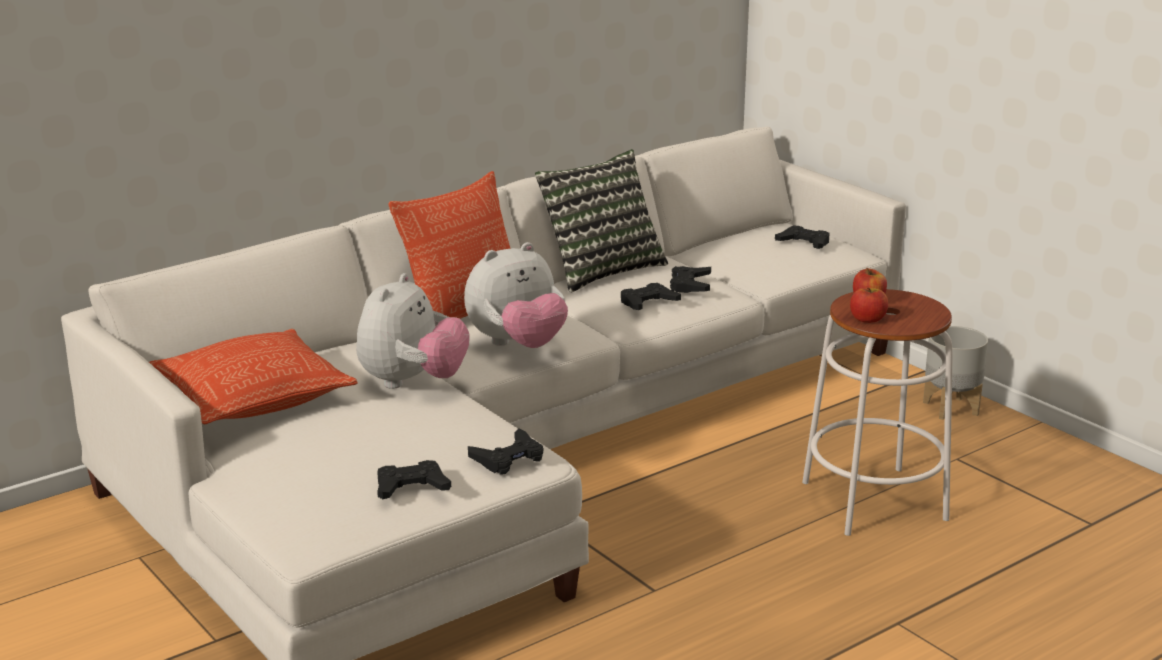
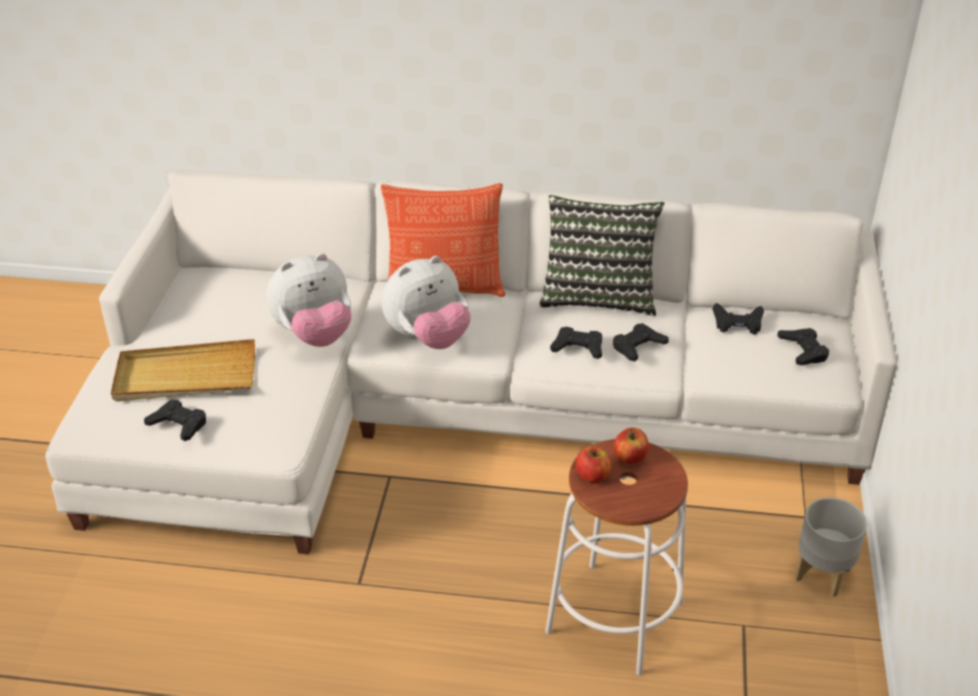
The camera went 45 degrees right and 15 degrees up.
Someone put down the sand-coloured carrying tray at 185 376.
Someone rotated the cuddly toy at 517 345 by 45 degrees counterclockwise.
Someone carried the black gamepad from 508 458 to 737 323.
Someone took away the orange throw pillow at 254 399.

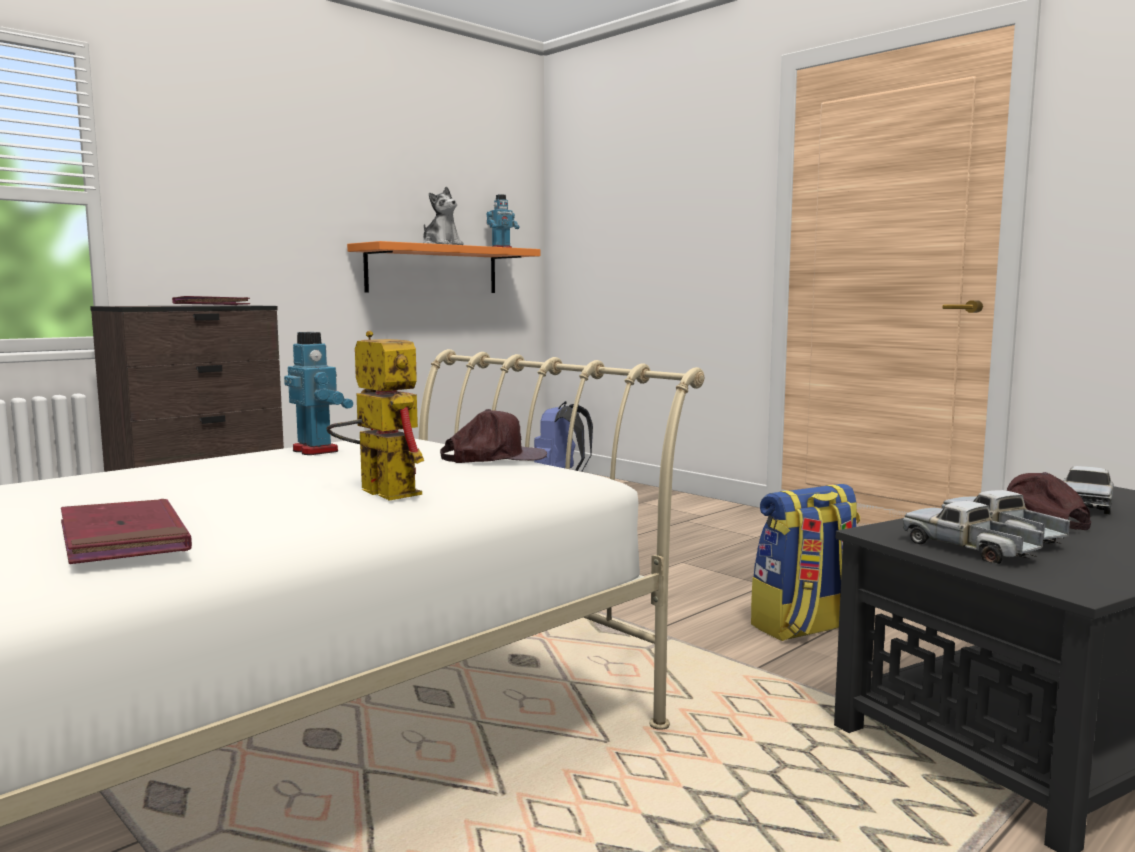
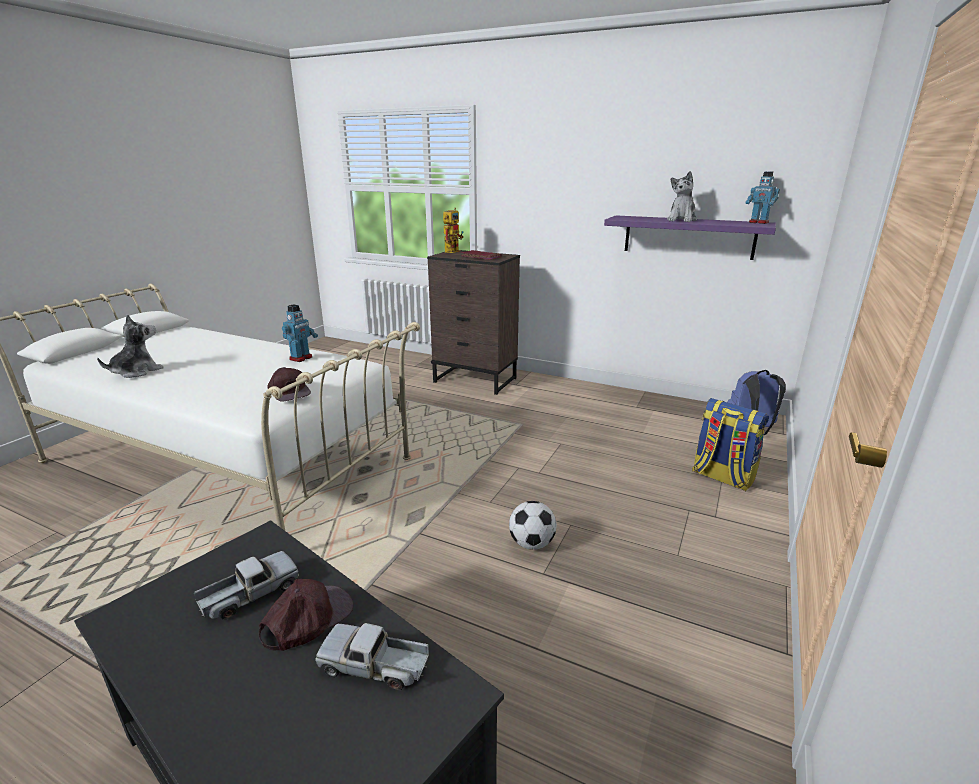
The camera went 70 degrees right and 15 degrees up.
Someone swapped the reddish volume at 124 539 for the cuddly toy at 137 371.
Someone carried the toy robot from 378 491 to 452 251.
Someone put down the football at 532 543.
Someone repainted the orange wall shelf at 432 270, which became the purple-coloured wall shelf at 688 237.
Someone carried the knapsack from 805 627 to 722 477.
Someone took away the toy truck at 969 549.

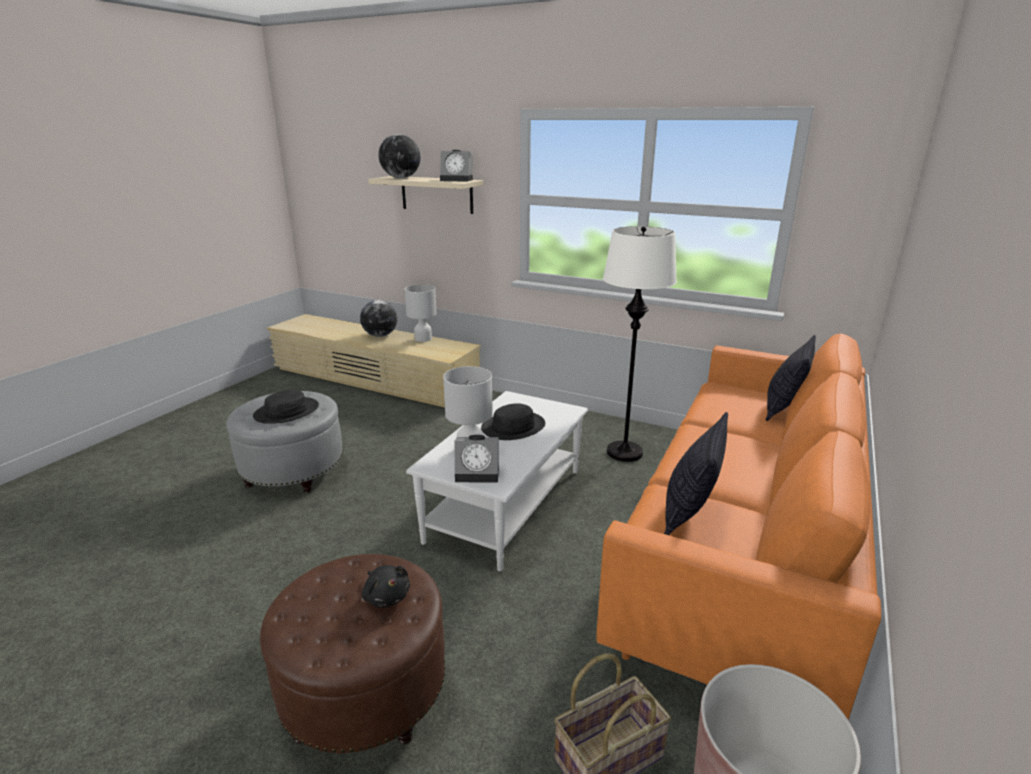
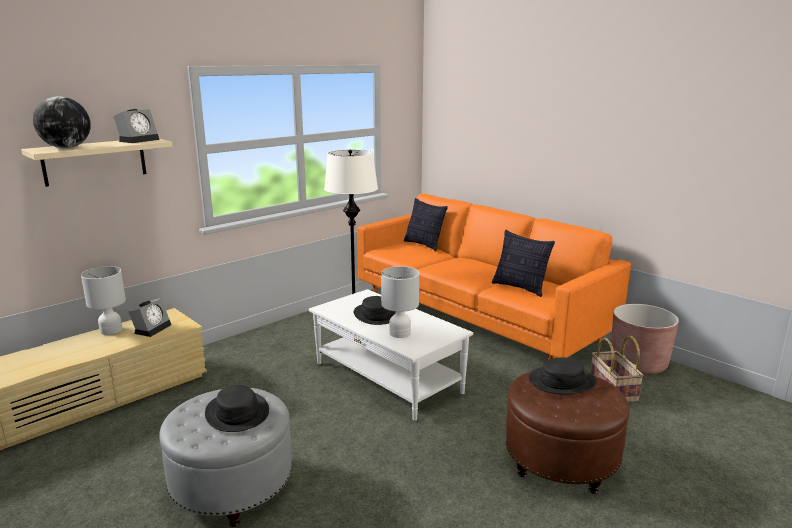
The camera went 70 degrees left and 5 degrees down.
Someone carried the alarm clock from 479 473 to 152 328.
Someone swapped the black cuddly toy at 386 596 for the black wearable hat at 561 381.
Someone took away the desk globe at 380 335.

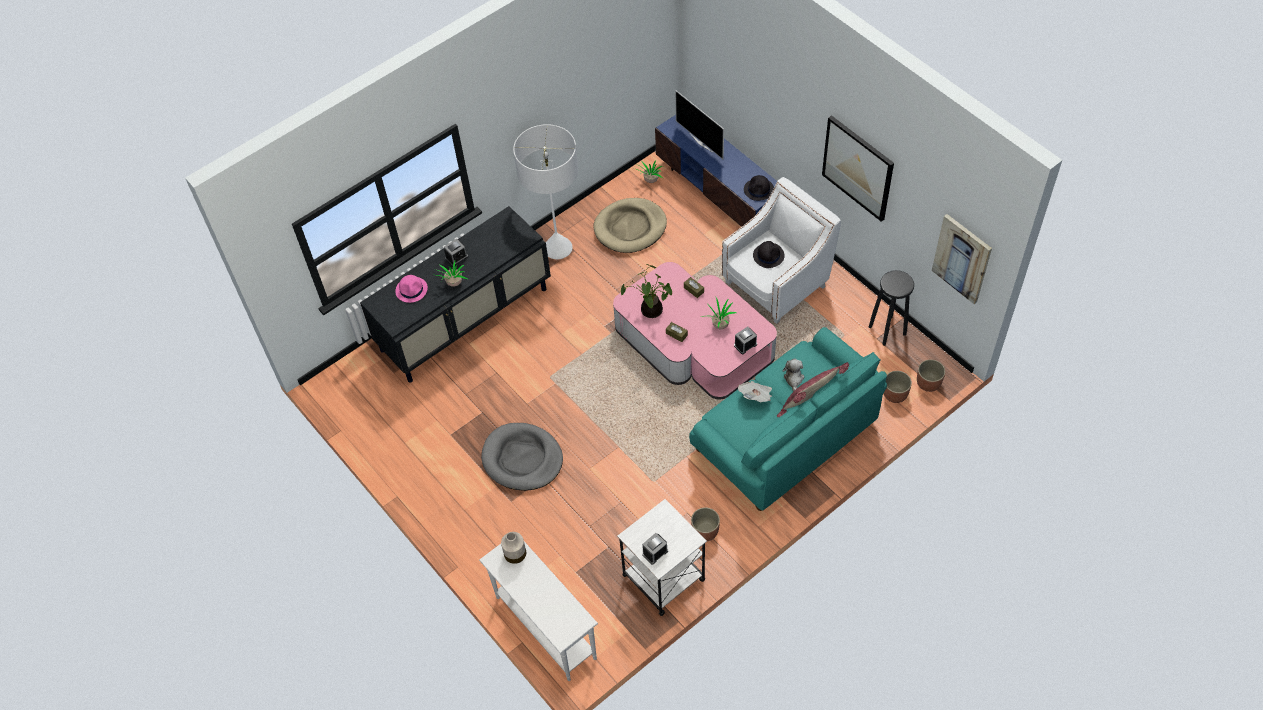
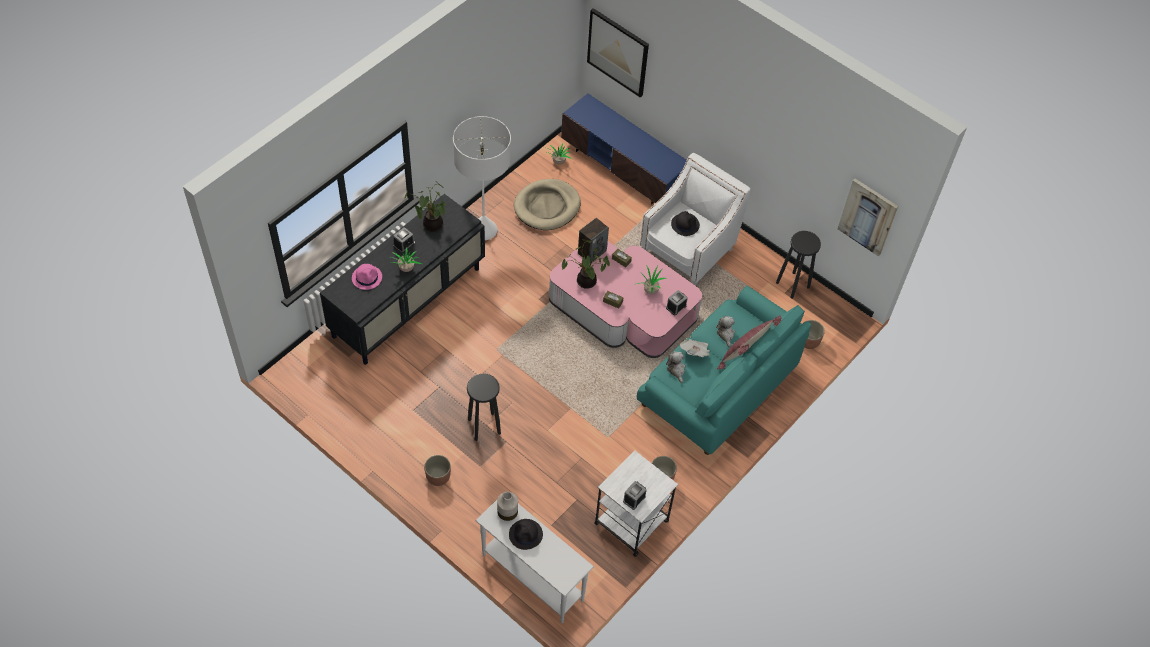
The camera went 15 degrees left and 0 degrees up.
Someone put down the potted plant at 431 225.
Someone carried the planter from 928 383 to 438 477.
Someone swapped the grey dog bed at 522 459 for the black sitting stool at 484 427.
Someone carried the black wearable hat from 759 190 to 526 534.
Someone put down the speaker at 592 252.
Someone carried the wall picture from 858 167 to 618 52.
Someone put down the cuddly toy at 676 369.
Someone took away the TV set at 701 142.

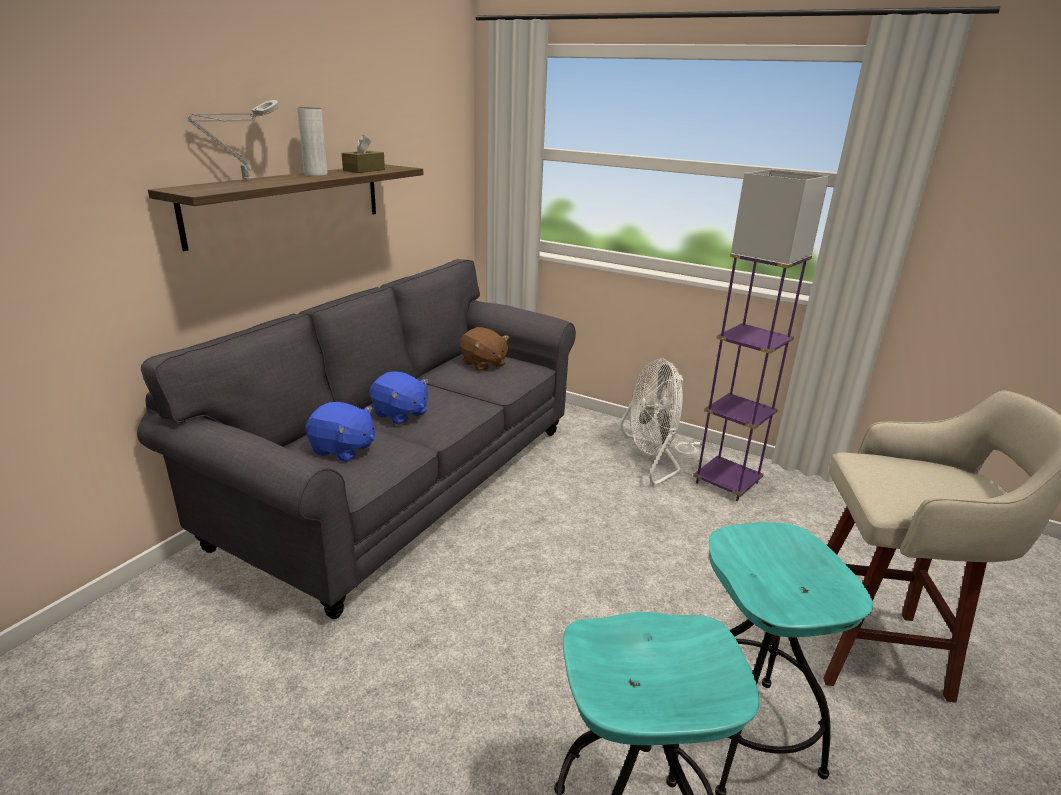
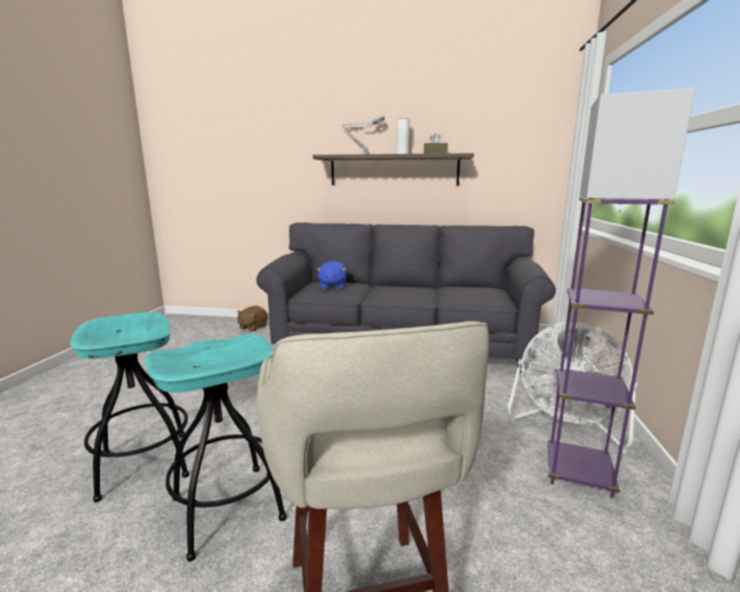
The camera went 70 degrees right and 10 degrees down.
Someone carried the brown-coloured cuddly toy from 483 364 to 252 327.
Someone rotated the whitish cooling fan at 656 458 by 120 degrees counterclockwise.
Someone took away the blue-coloured cuddly toy at 400 414.

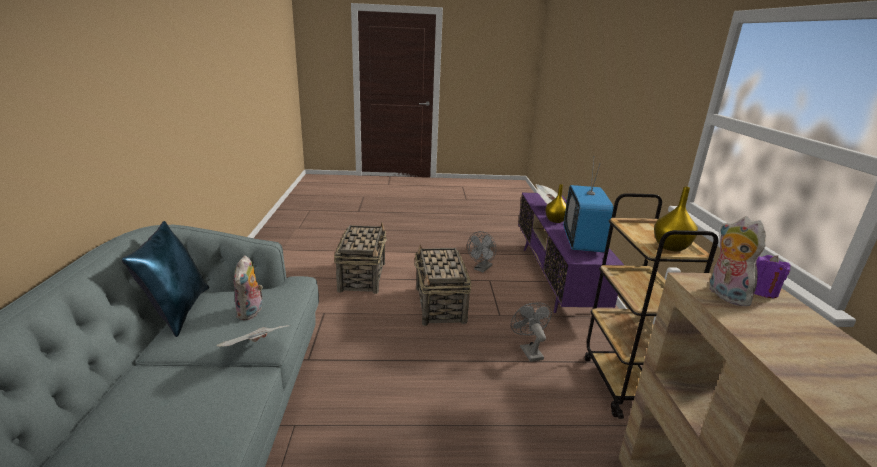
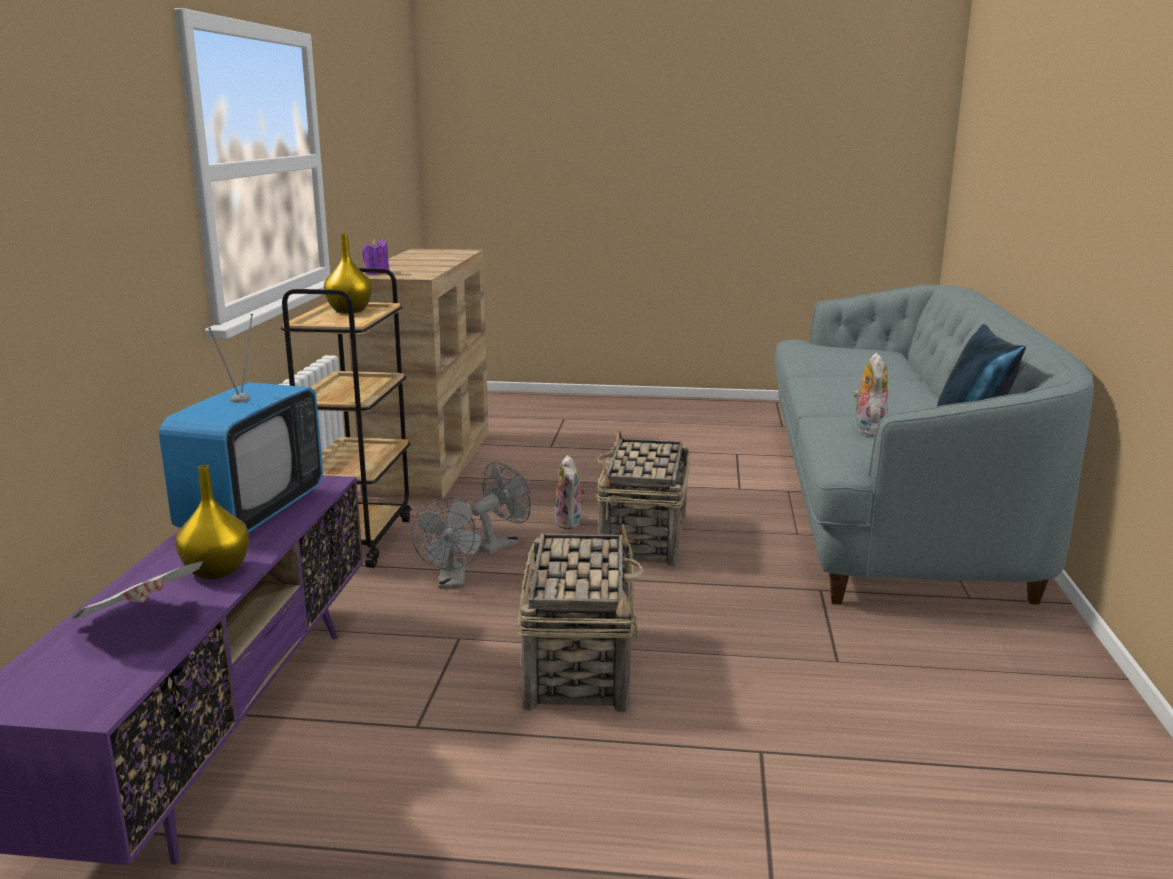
The camera went 170 degrees left and 5 degrees down.
Someone carried the grey cooling fan from 481 269 to 501 544.
Someone carried the cuddly toy from 724 295 to 570 523.
Someone carried the household basket from 362 276 to 643 538.
Someone took away the printed paper at 256 350.

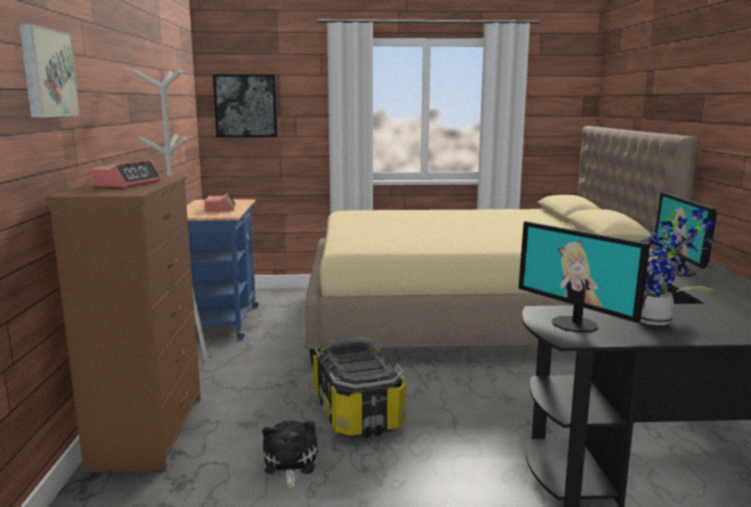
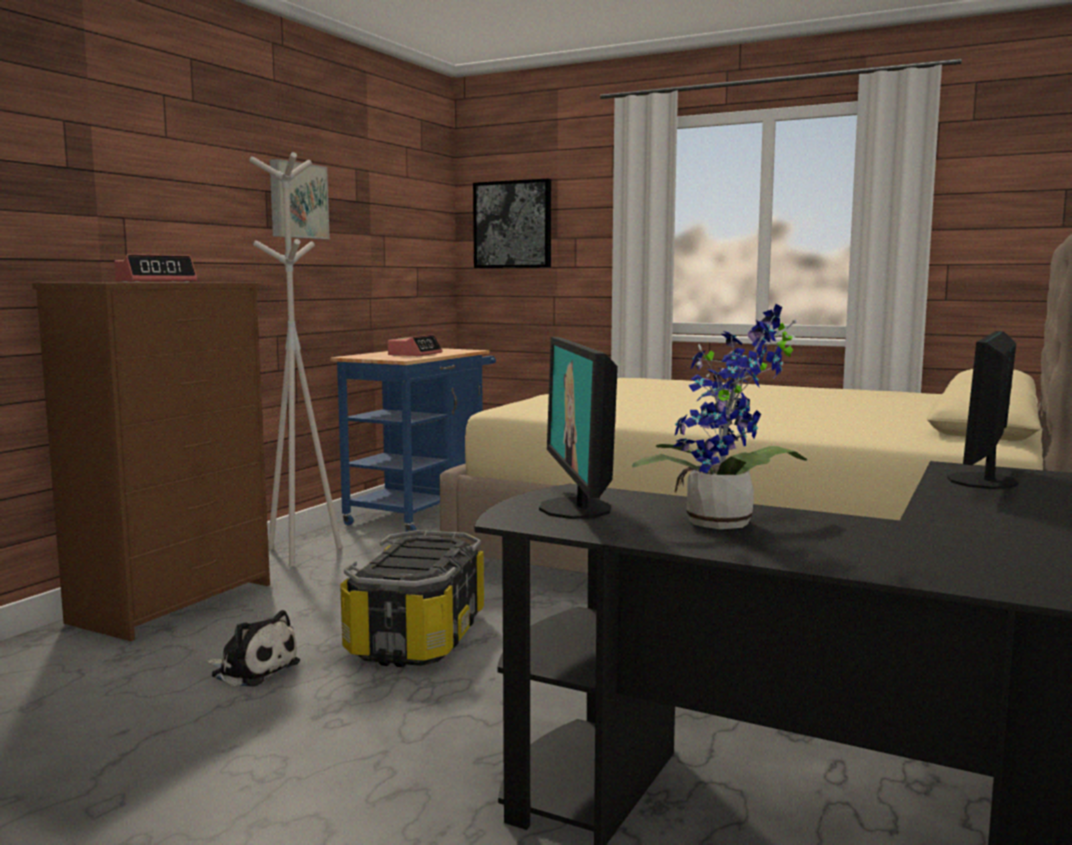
The camera went 30 degrees right and 5 degrees down.
Someone rotated the cuddly toy at 289 464 by 90 degrees clockwise.
Someone carried the wall picture from 46 73 to 297 201.

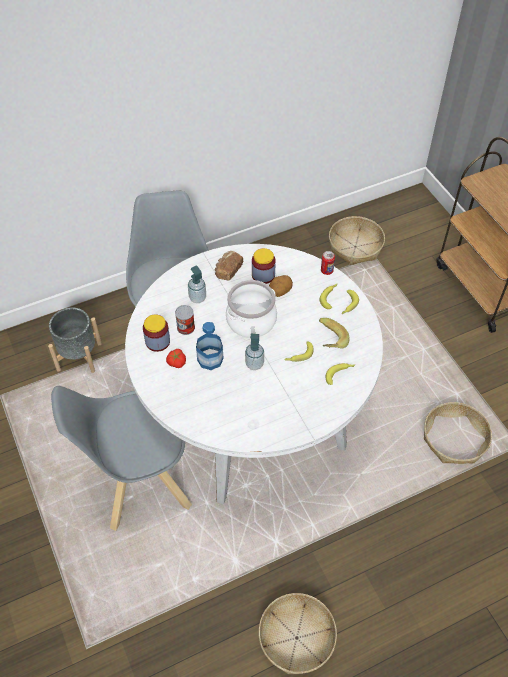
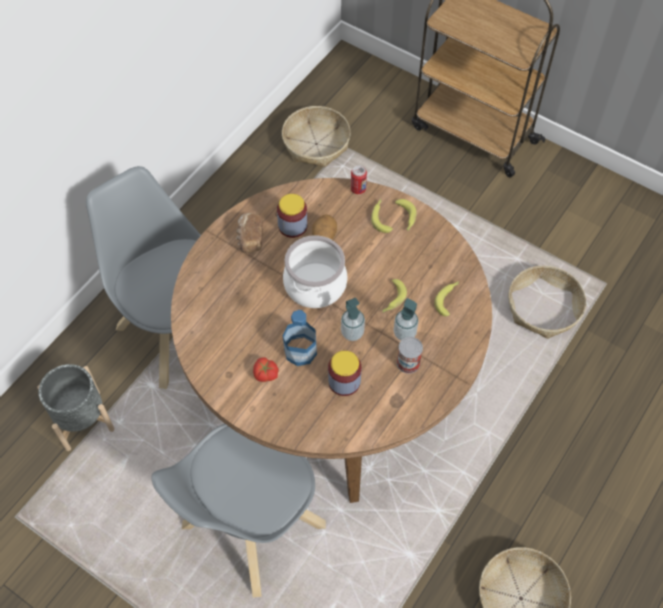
The camera went 30 degrees left and 5 degrees up.
Someone repainted the whitish dining table at 253 420, which became the brown-coloured dining table at 331 392.
Someone carried the storage jar from 157 341 to 344 381.
Someone carried the soap dispenser from 197 298 to 404 333.
Someone carried the metal can from 186 327 to 408 363.
Someone took away the whole banana at 328 341.

